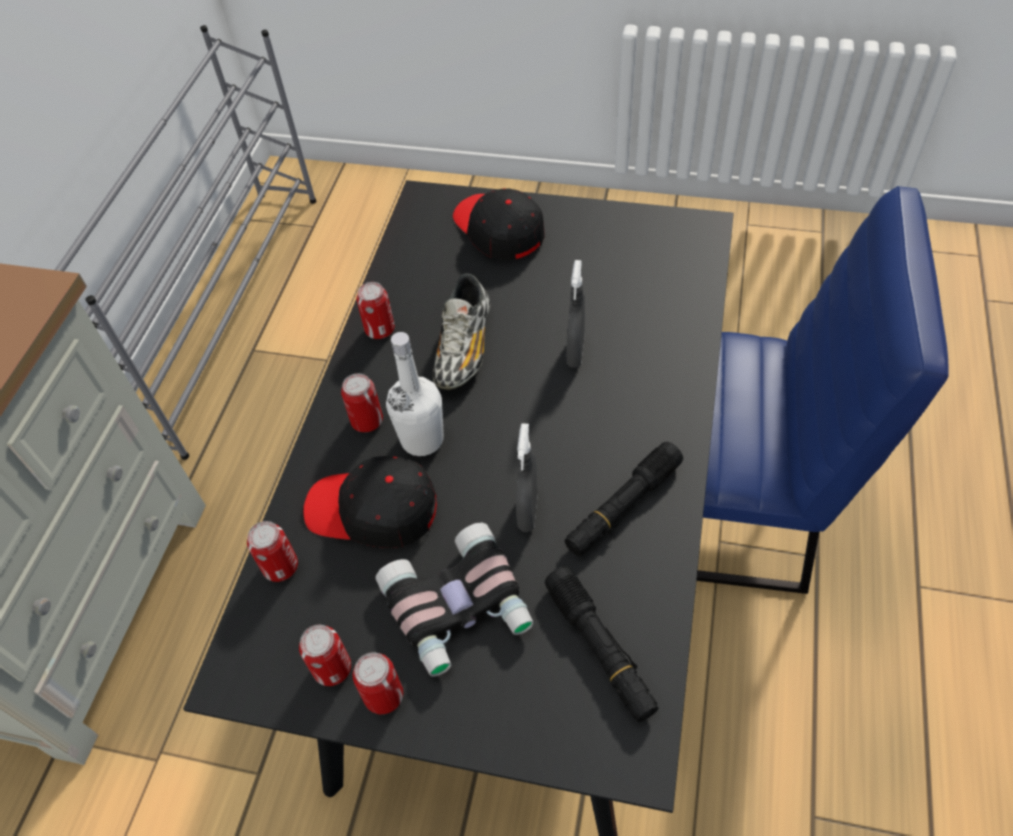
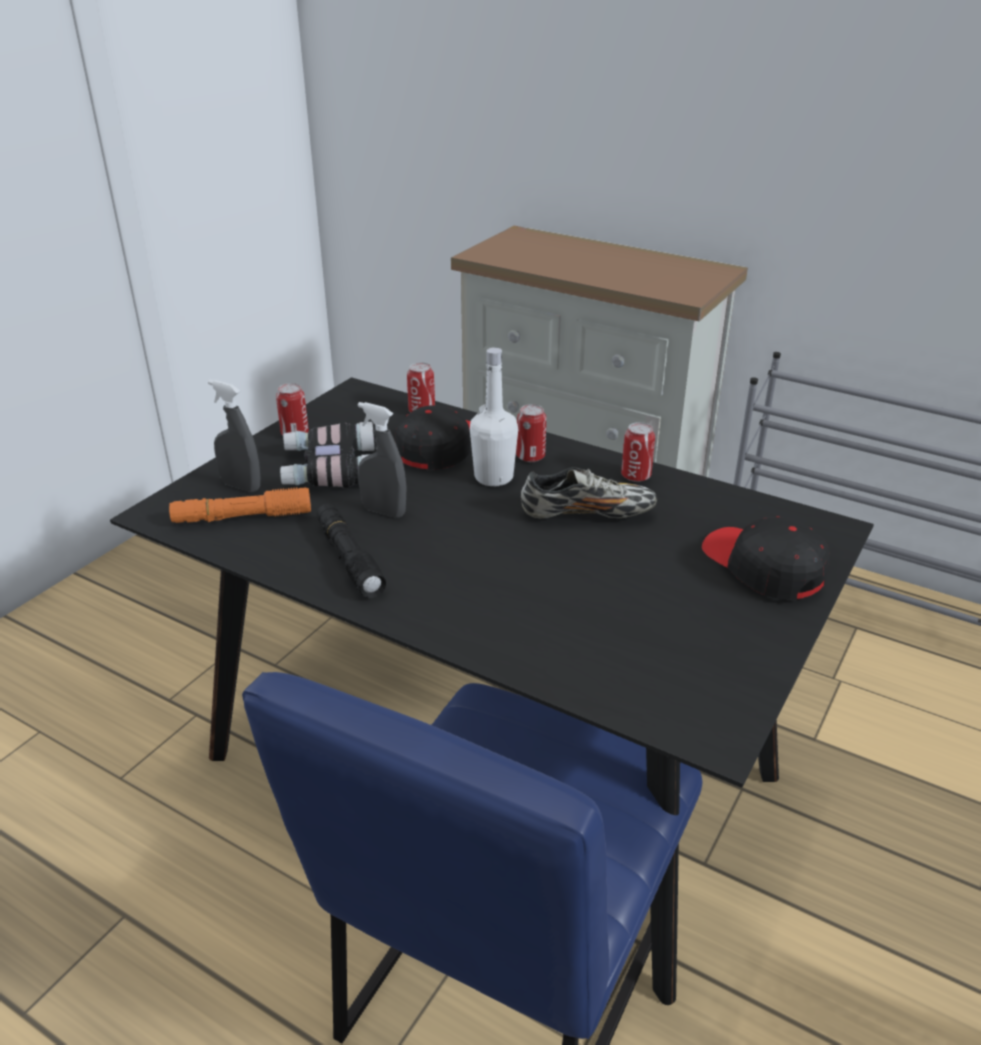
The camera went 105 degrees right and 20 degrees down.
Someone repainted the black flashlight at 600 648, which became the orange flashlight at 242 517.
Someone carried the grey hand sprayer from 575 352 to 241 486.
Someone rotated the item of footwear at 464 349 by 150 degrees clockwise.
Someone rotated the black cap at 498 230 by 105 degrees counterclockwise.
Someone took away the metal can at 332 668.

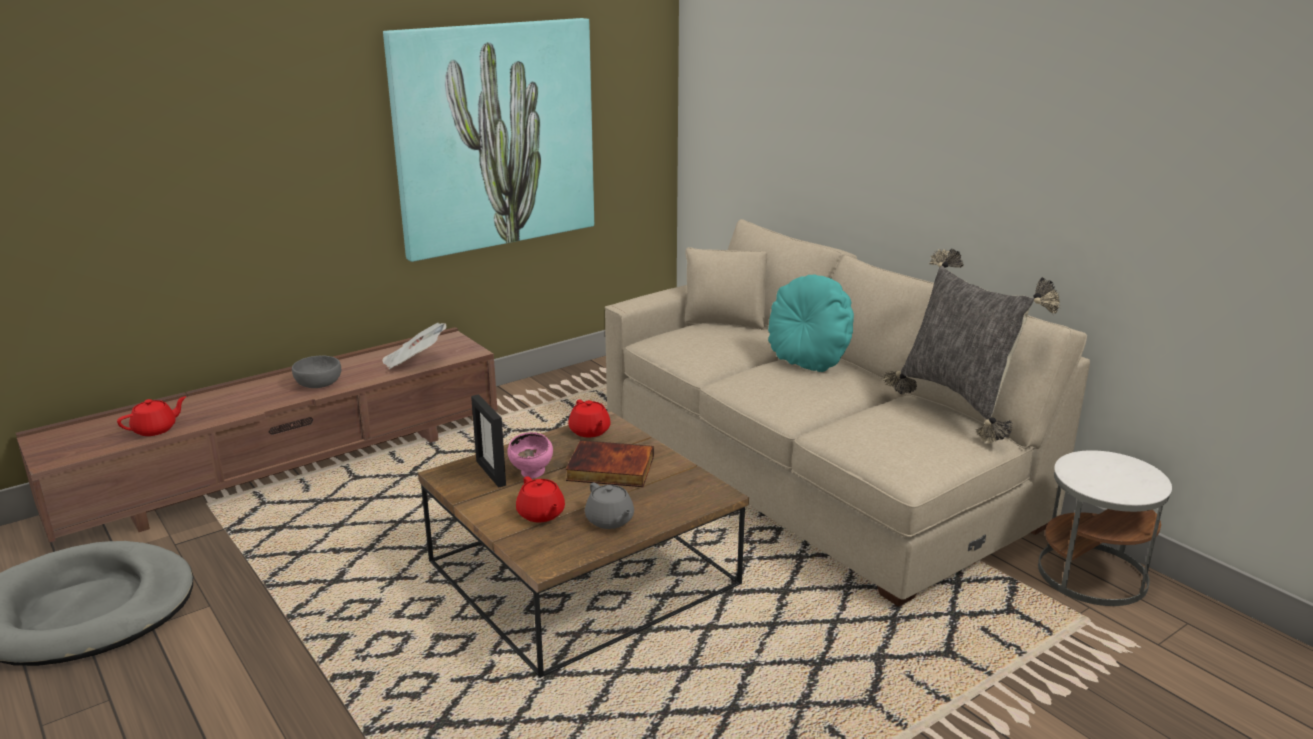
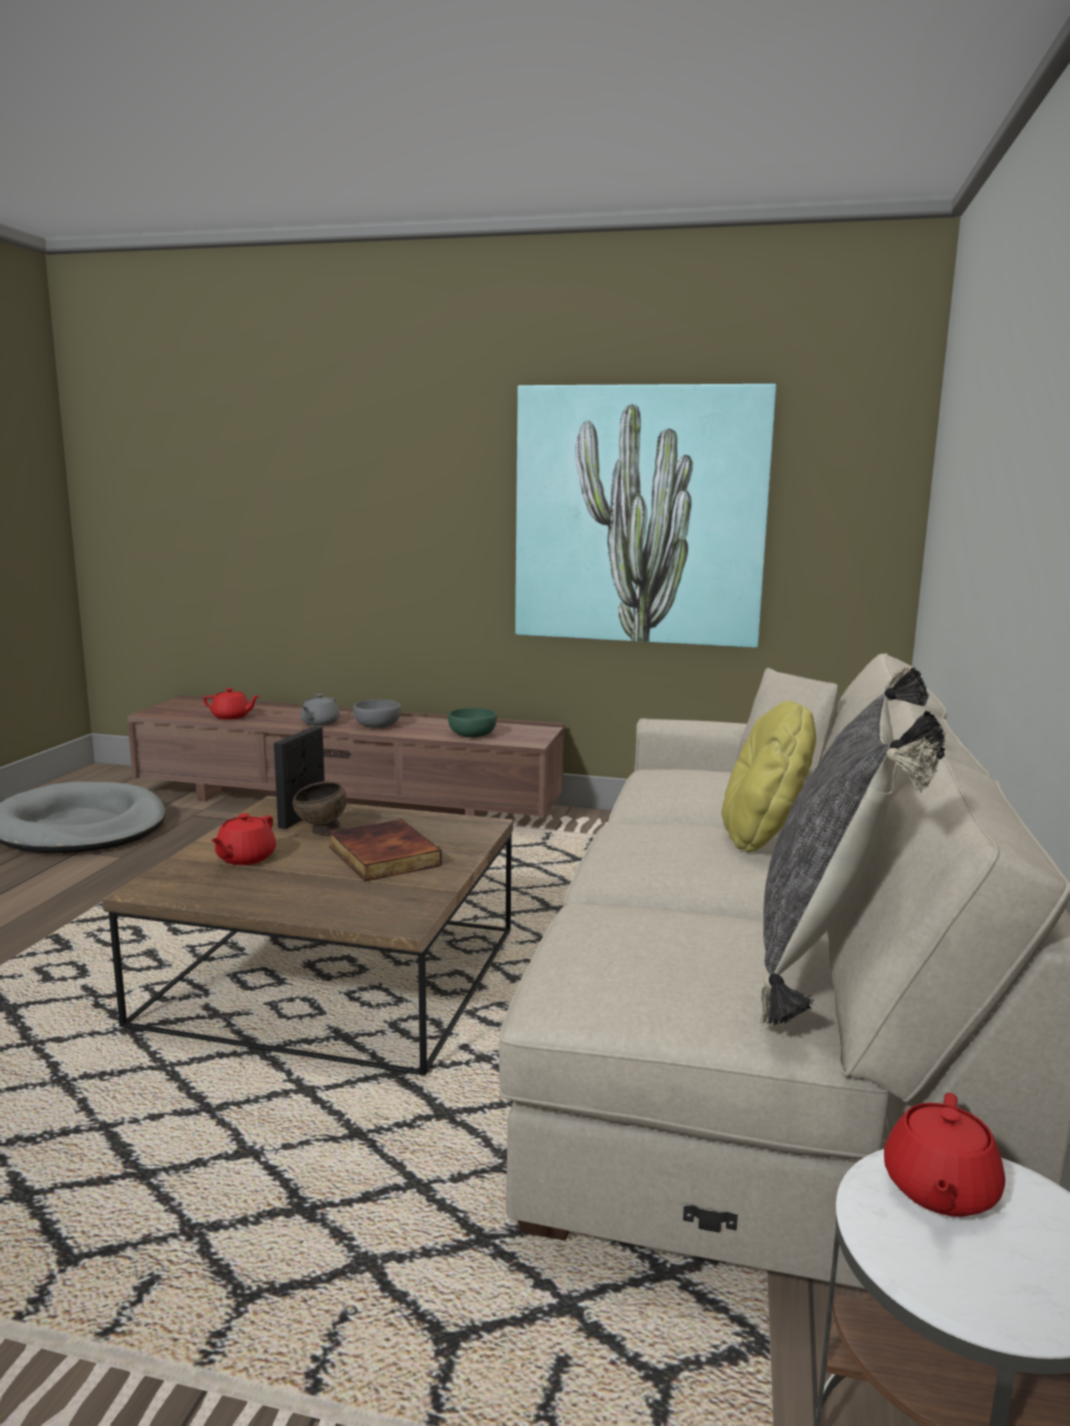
The camera went 50 degrees right and 10 degrees down.
Someone repainted the pink bowl at 532 475, which became the brown-coloured bowl at 321 831.
Someone carried the grey teapot from 610 521 to 319 723.
Someone swapped the printed paper at 414 362 for the green-coloured bowl at 471 734.
Someone repainted the blue-green throw pillow at 808 363, which became the yellow throw pillow at 762 841.
Someone carried the reddish teapot from 589 431 to 939 1190.

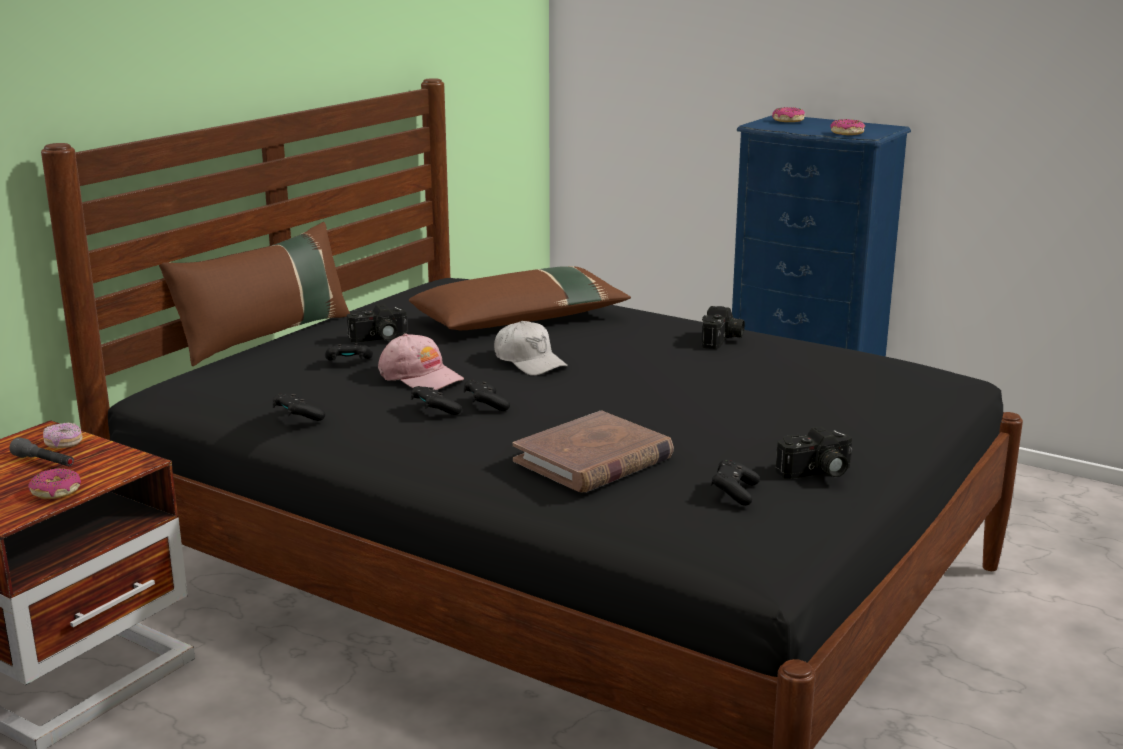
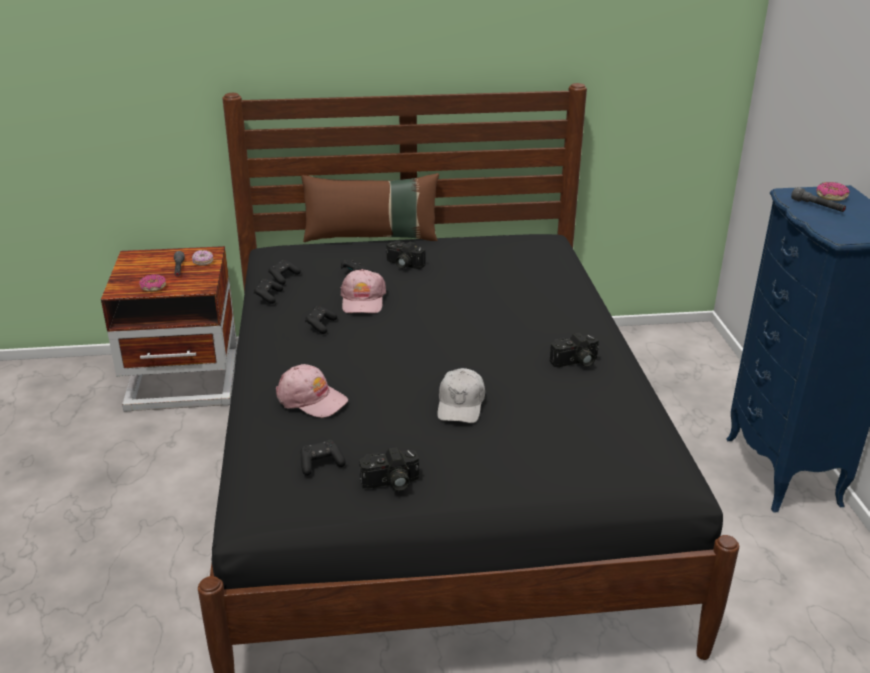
The camera went 50 degrees right and 10 degrees up.
Someone carried the black gamepad from 485 405 to 283 277.
Someone swapped the brown-coloured volume at 593 459 for the pink cap at 311 399.
Someone rotated the still camera at 817 473 by 45 degrees counterclockwise.
Someone carried the whitish cap from 529 362 to 461 404.
Someone put down the grey flashlight at 817 207.
Someone took away the brown-coloured throw pillow at 521 319.
Someone took away the ring doughnut at 847 133.

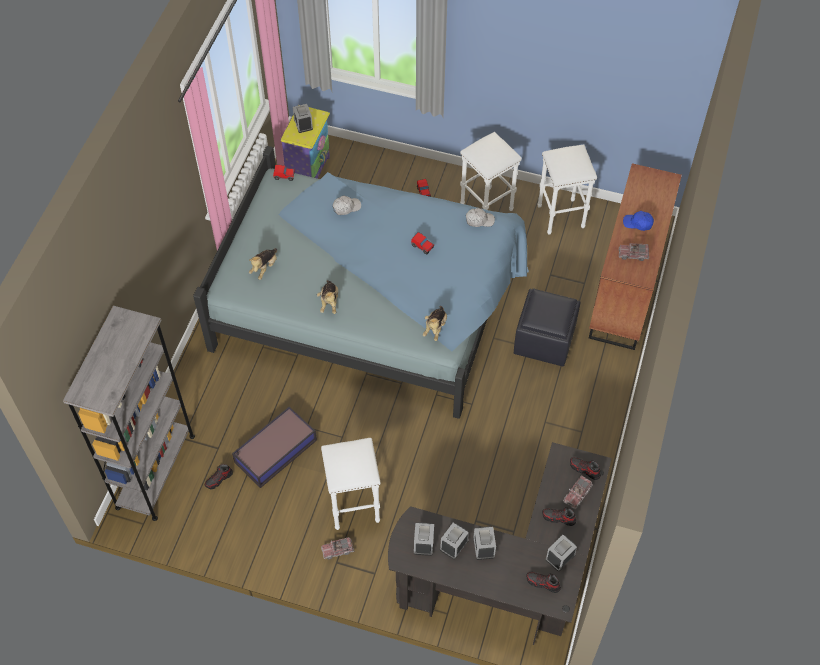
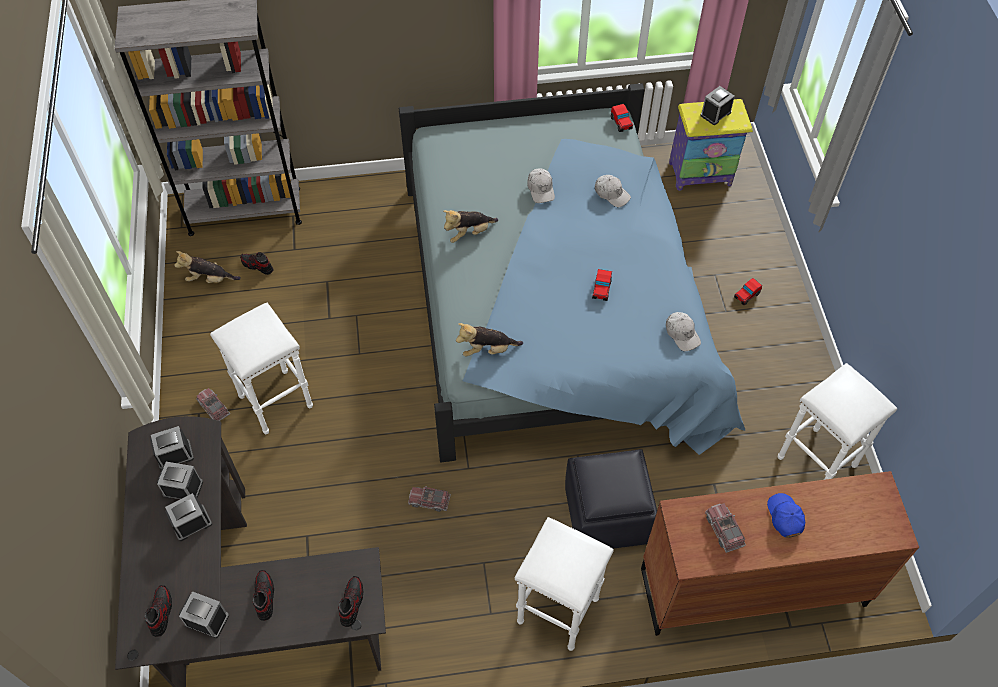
The camera went 65 degrees right and 0 degrees up.
Someone carried the cuddly toy from 264 268 to 209 279.
Someone carried the toy truck from 577 494 to 429 501.
Someone carried the whitish sitting stool from 486 205 to 560 609.
Someone put down the whitish cap at 541 189.
Someone took away the storage box at 274 452.

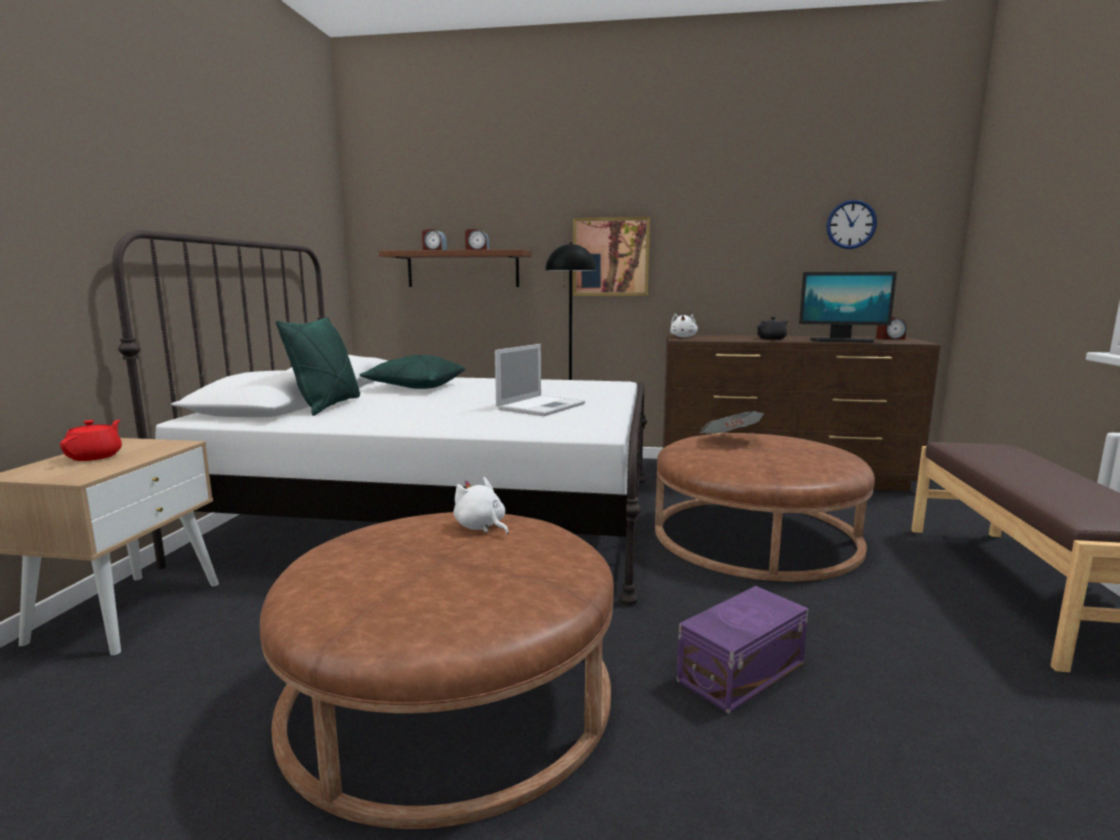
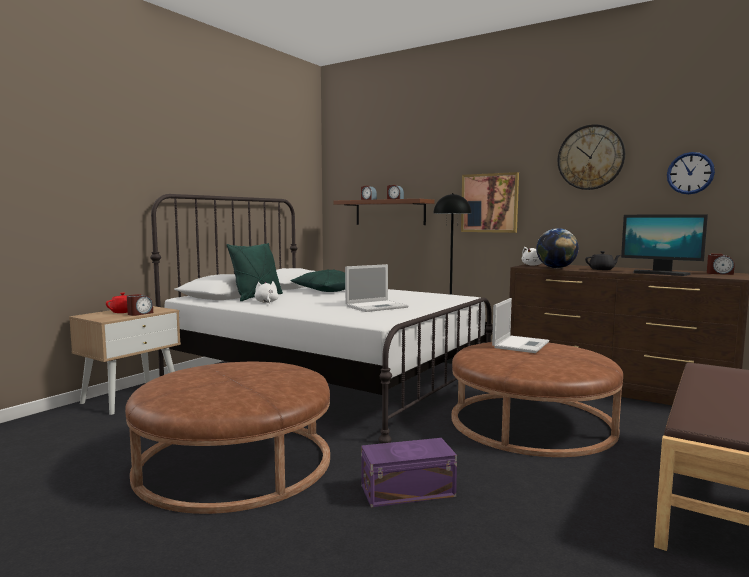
The camera went 25 degrees right and 5 degrees down.
Someone put down the alarm clock at 140 313.
Someone carried the whitish cuddly toy from 481 527 to 266 302.
Someone swapped the printed paper at 729 440 for the portable computer at 521 344.
Someone put down the desk globe at 556 268.
Someone put up the wall clock at 590 157.

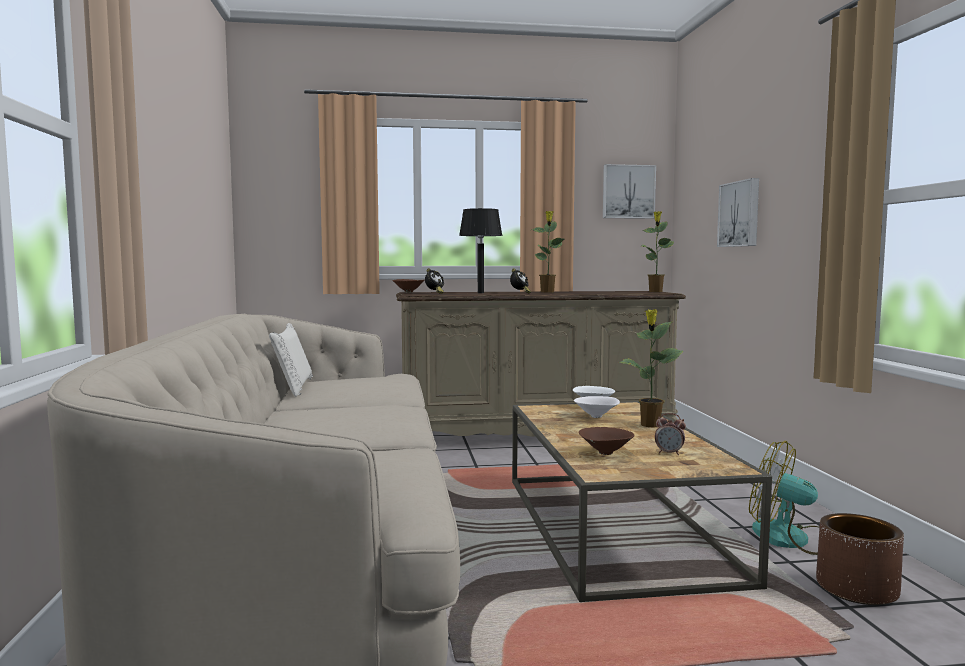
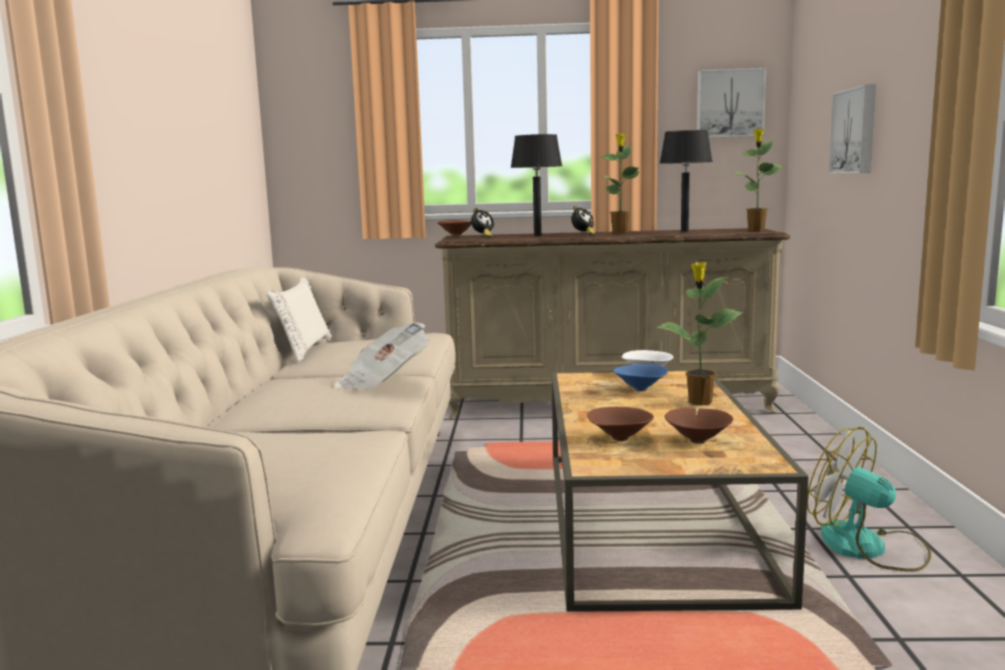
The camera went 10 degrees right and 5 degrees up.
Someone put down the printed paper at 383 382.
Someone repainted the whitish bowl at 597 417, which became the blue-coloured bowl at 641 390.
Someone put down the black table lamp at 685 231.
Someone swapped the alarm clock at 669 453 for the brown-coloured bowl at 698 440.
Someone took away the brown-coloured planter at 857 589.

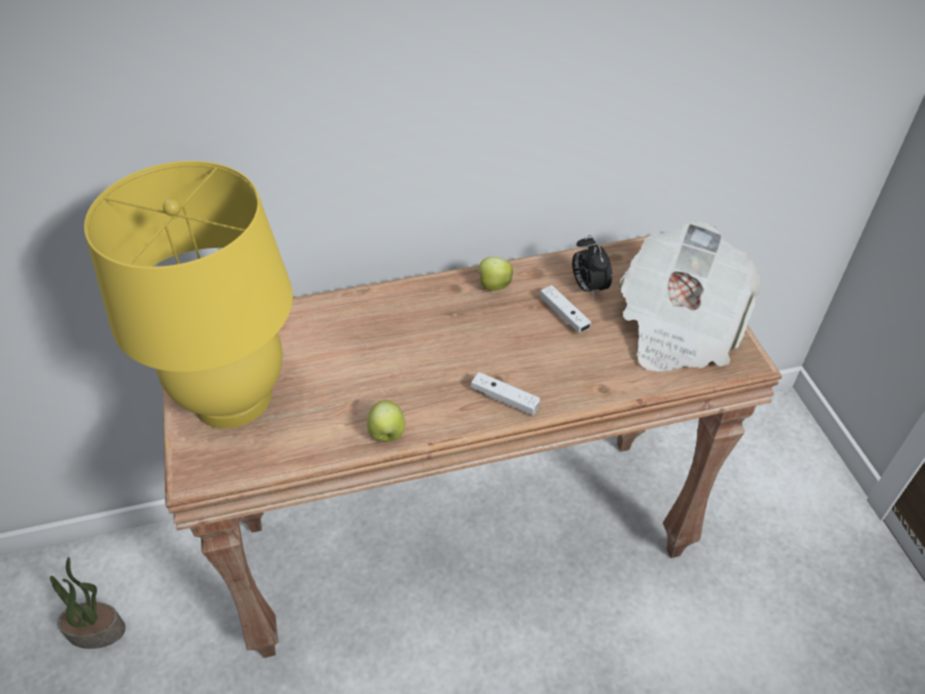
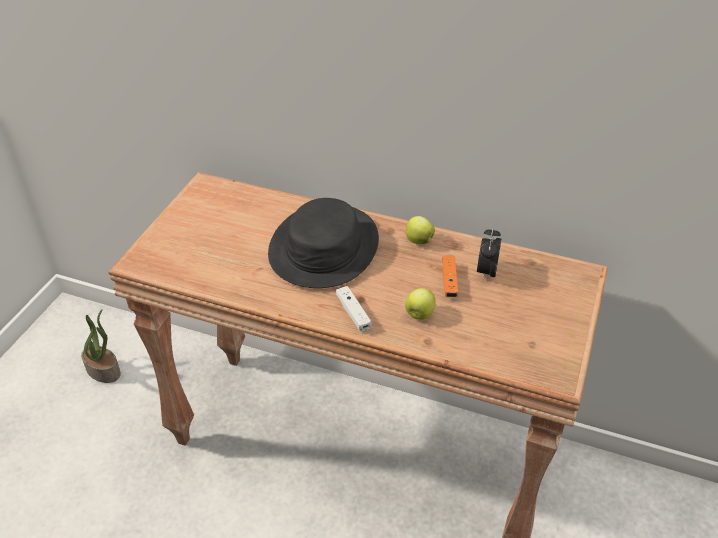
The camera went 35 degrees right and 5 degrees down.
Someone put down the black wearable hat at 323 247.
Someone carried the apple fruit from 387 434 to 419 314.
Someone repainted the whitish gamepad at 564 315, which became the orange gamepad at 449 281.
Someone took away the yellow table lamp at 232 397.
Someone took away the printed paper at 678 326.

